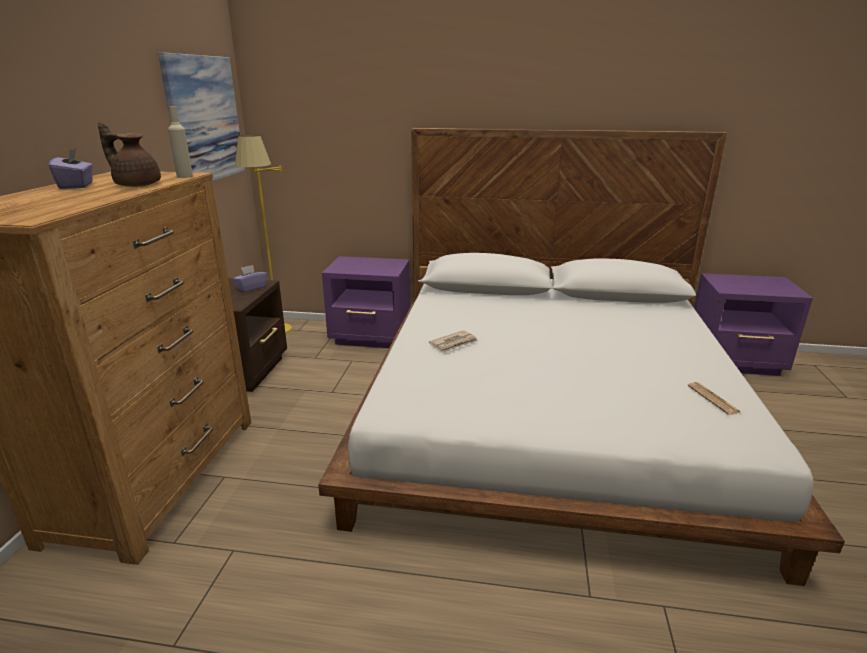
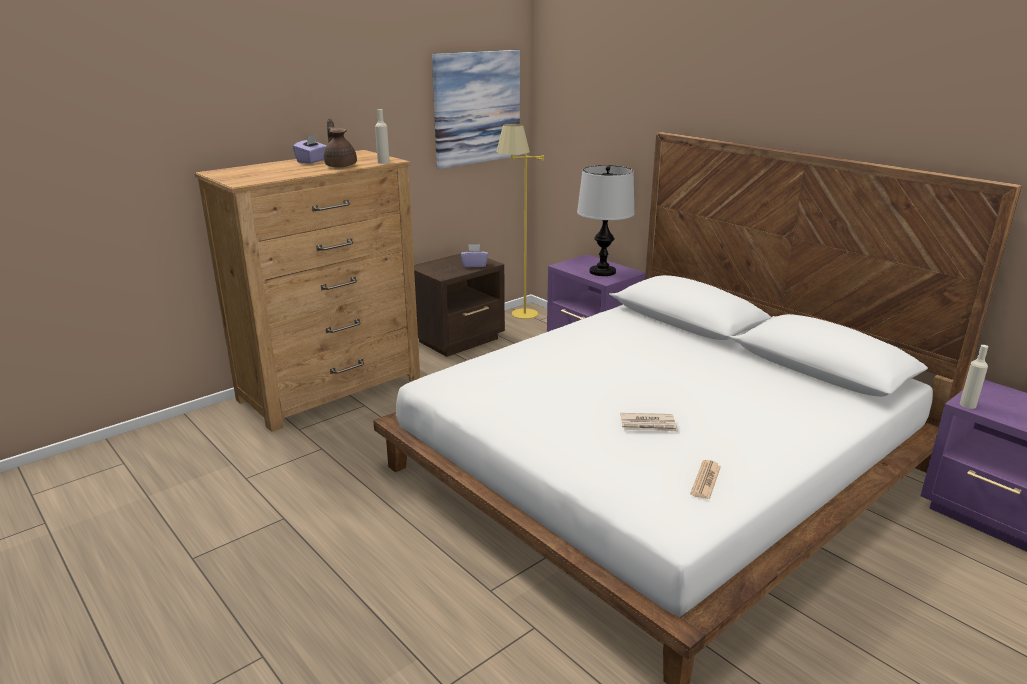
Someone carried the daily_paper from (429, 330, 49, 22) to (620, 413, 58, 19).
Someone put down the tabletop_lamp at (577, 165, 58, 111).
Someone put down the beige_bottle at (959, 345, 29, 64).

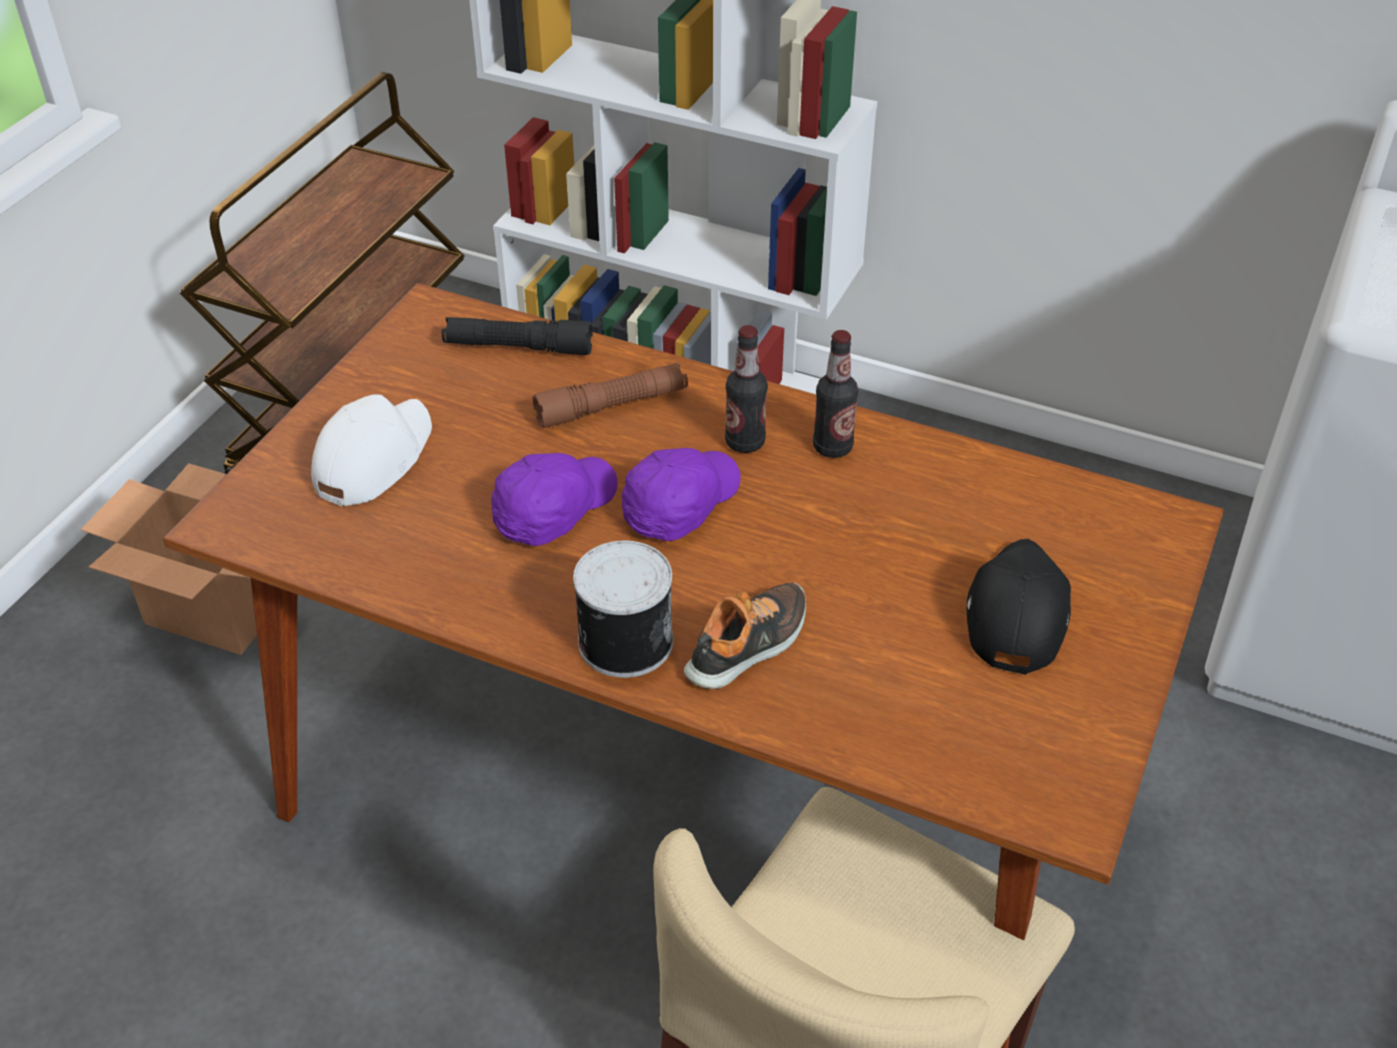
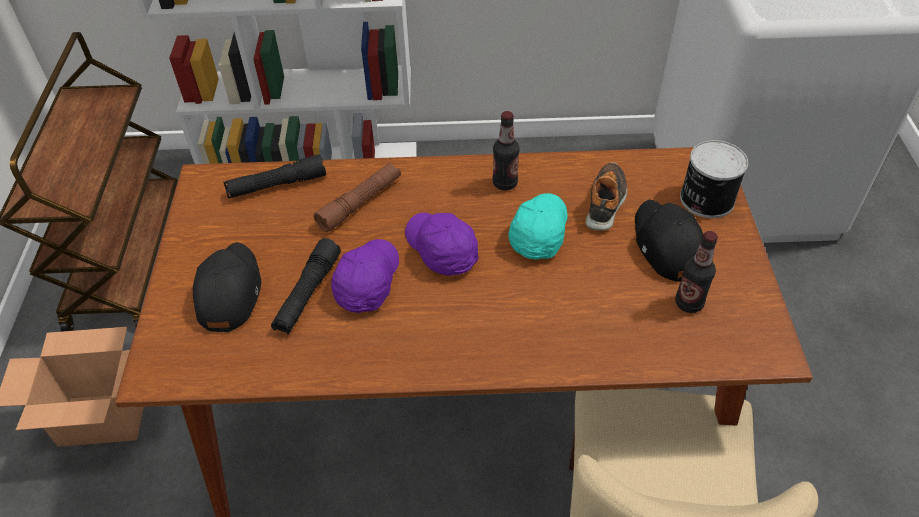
Someone repainted the white_peaked_cap at (311, 394, 121, 112), which became the black_peaked_cap at (193, 242, 68, 90).
Someone carried the can from (573, 541, 100, 137) to (680, 140, 68, 78).
Someone rotated the purplish_peaked_cap at (622, 448, 119, 93) by 45 degrees counterclockwise.
Someone carried the shoe from (684, 582, 122, 107) to (585, 162, 42, 69).
Someone carried the bottle from (725, 325, 43, 128) to (675, 231, 43, 82).
Someone put down the black_hand_torch at (271, 238, 70, 96).
Someone put down the blue-green_peaked_cap at (508, 193, 59, 66).

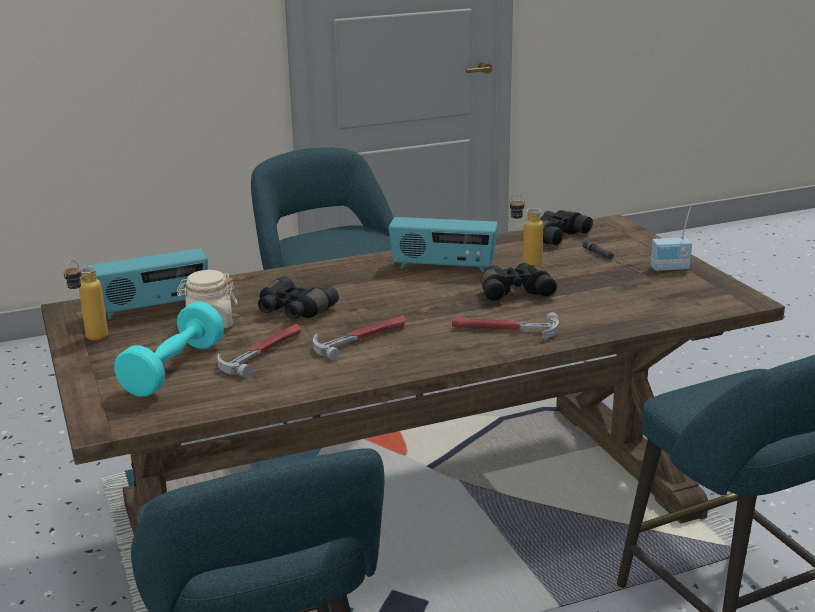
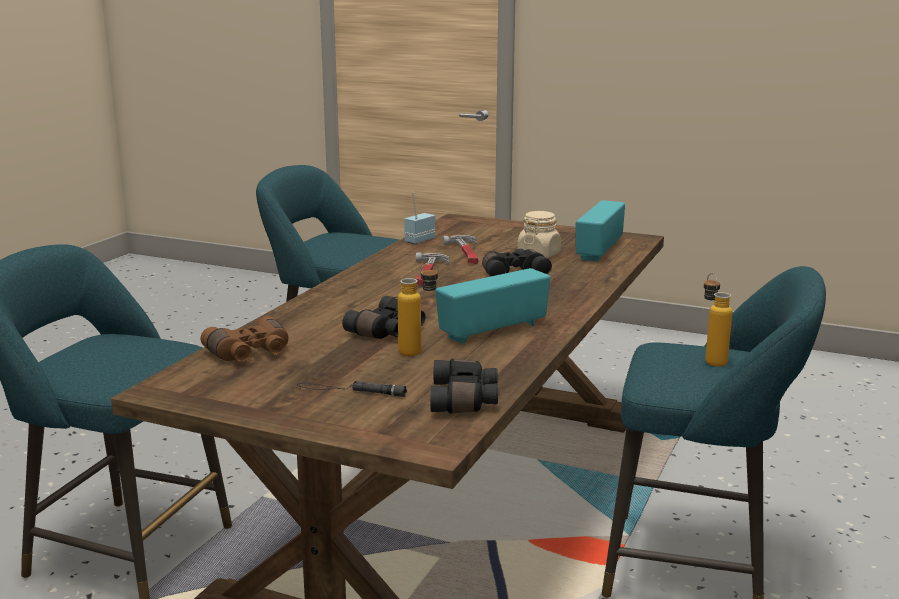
Someone carried the bottle from (64, 260, 44, 81) to (704, 273, 28, 94).
Someone took away the blue-green_free_weight at (114, 302, 110, 95).
Someone took away the hand_hammer at (452, 312, 107, 27).
Someone carried the radio from (650, 207, 42, 64) to (404, 192, 31, 52).
Someone put down the brownish_field_glasses at (201, 316, 87, 46).

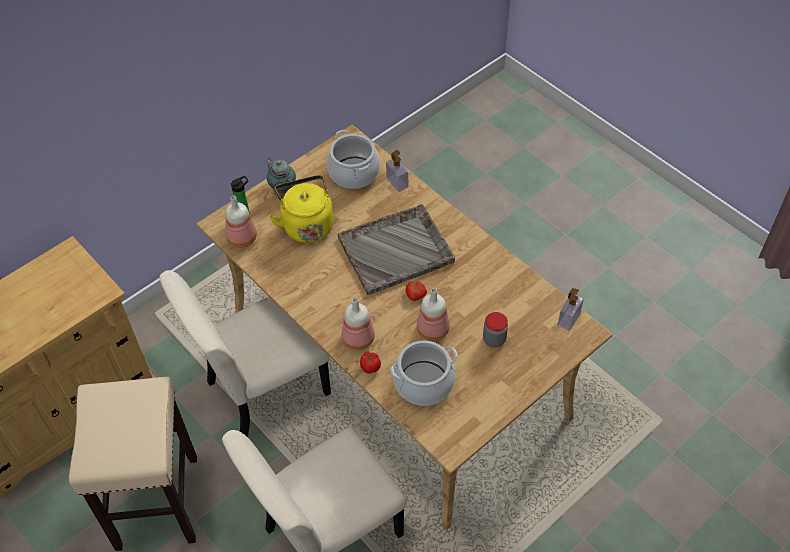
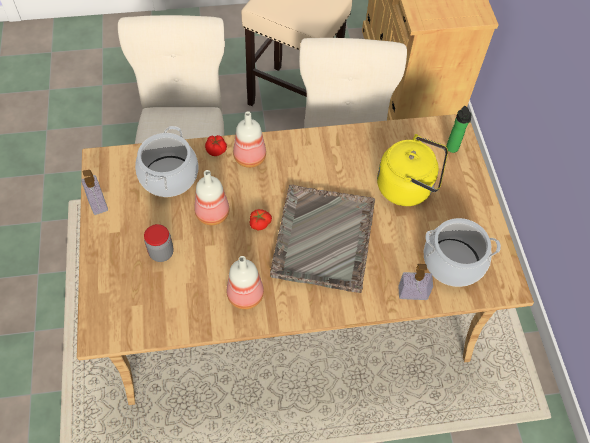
Someone carried the bottle from (225, 196, 32, 52) to (227, 256, 37, 53).
Someone took away the teapot at (265, 157, 31, 37).
Someone carried the liquid_soap_bottle from (558, 288, 26, 43) to (81, 170, 27, 45).

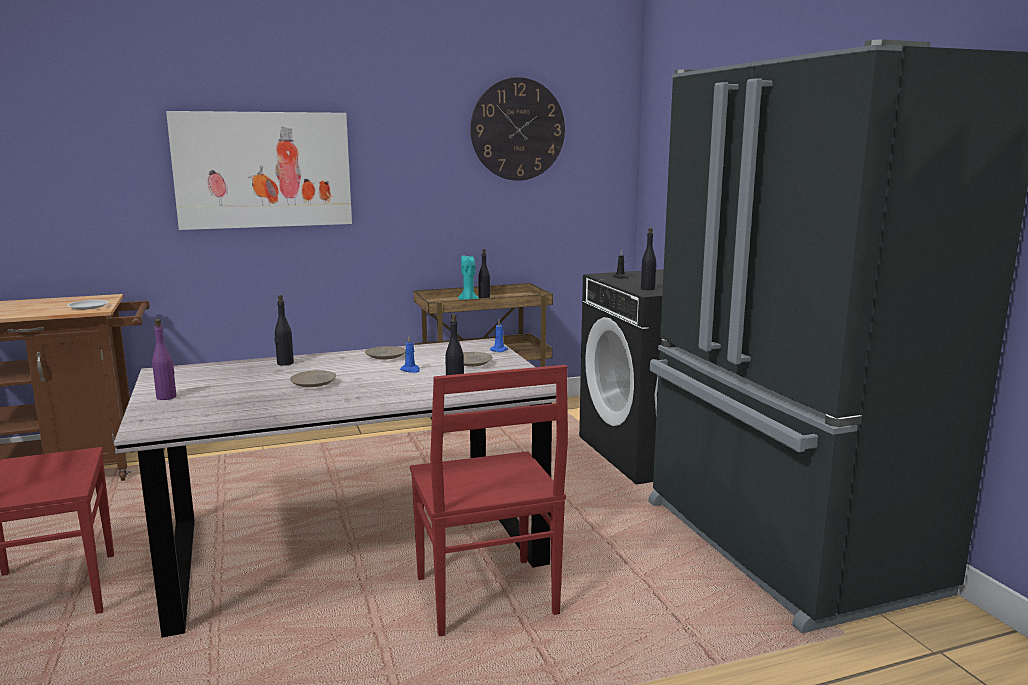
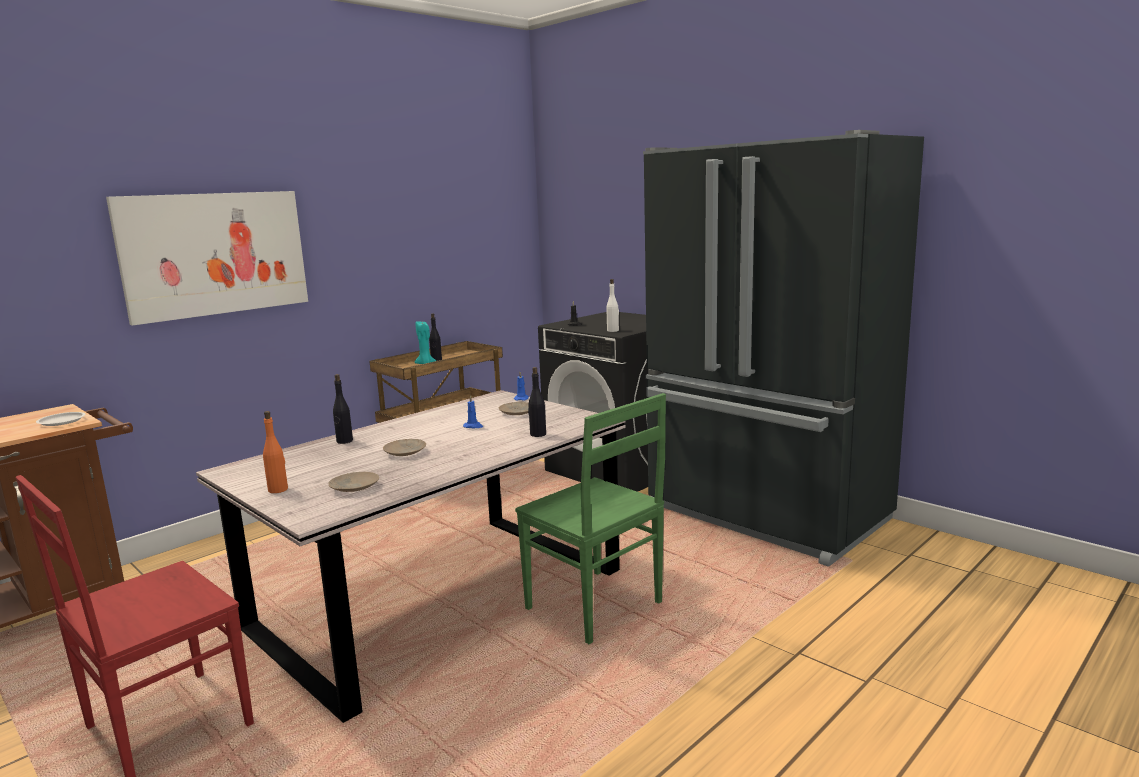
Someone repainted the purplish_bottle at (152, 319, 24, 81), which became the orange_bottle at (263, 411, 25, 82).
Someone carried the beige_plate from (365, 346, 41, 14) to (329, 472, 50, 20).
Someone repainted the red_chair at (410, 365, 158, 272), which became the green_chair at (515, 393, 151, 251).
Someone took away the wall_clock at (470, 77, 95, 104).
Someone repainted the black_bottle at (641, 228, 15, 62), which became the white_bottle at (606, 279, 13, 53).

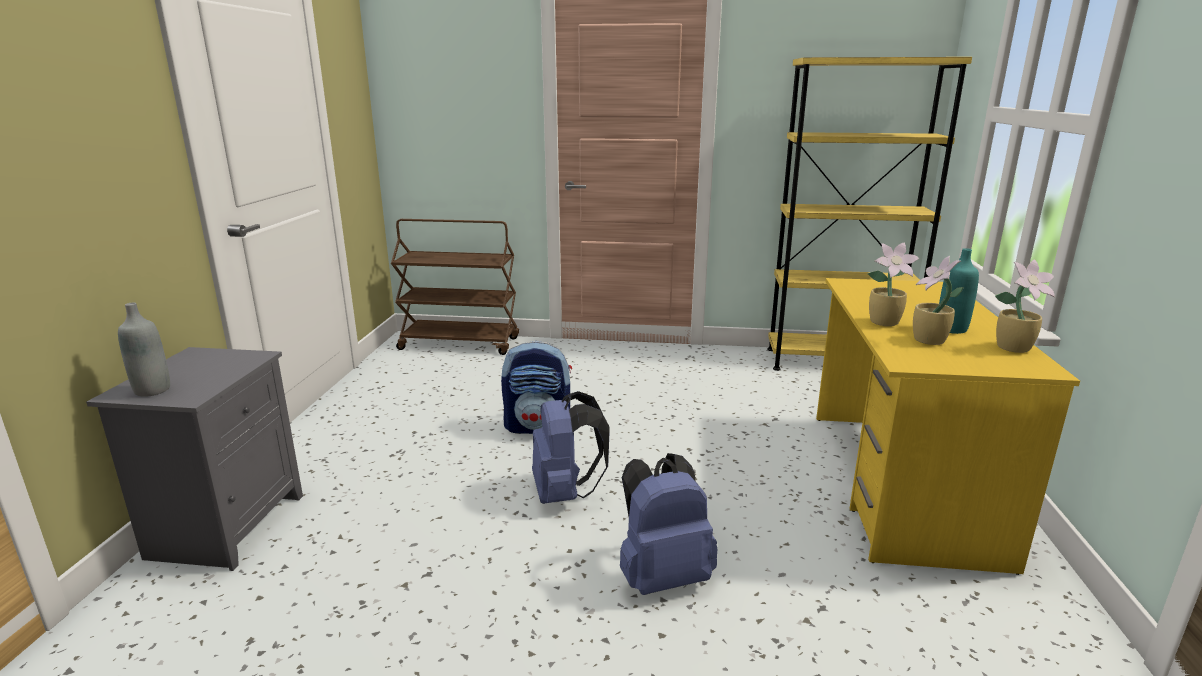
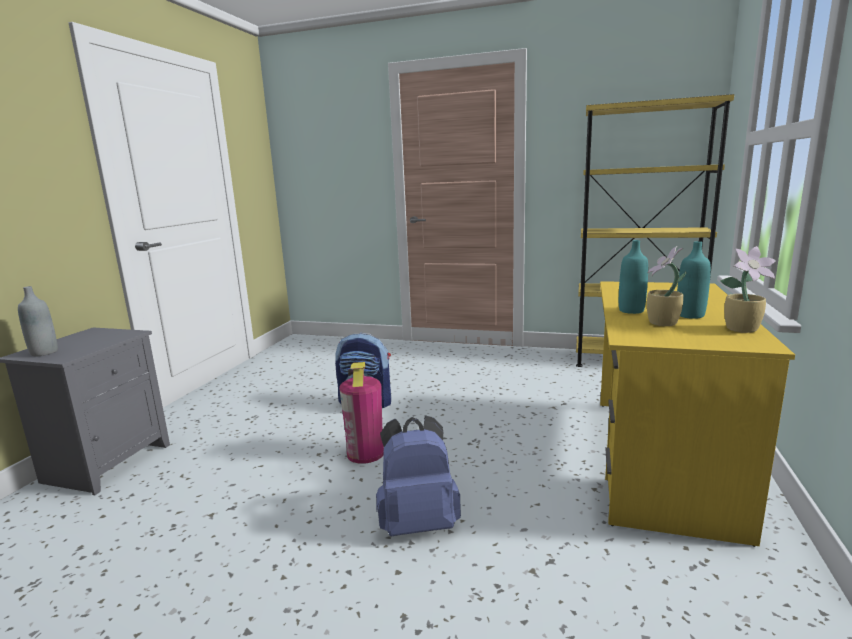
Someone took away the brownish_wheeled_cart at (391, 219, 128, 136).
Someone swapped the blue_rucksack at (532, 391, 77, 113) for the extinguisher at (339, 362, 45, 102).
Someone swapped the houseplant at (867, 242, 53, 84) for the blue-green_bottle at (619, 240, 29, 74).

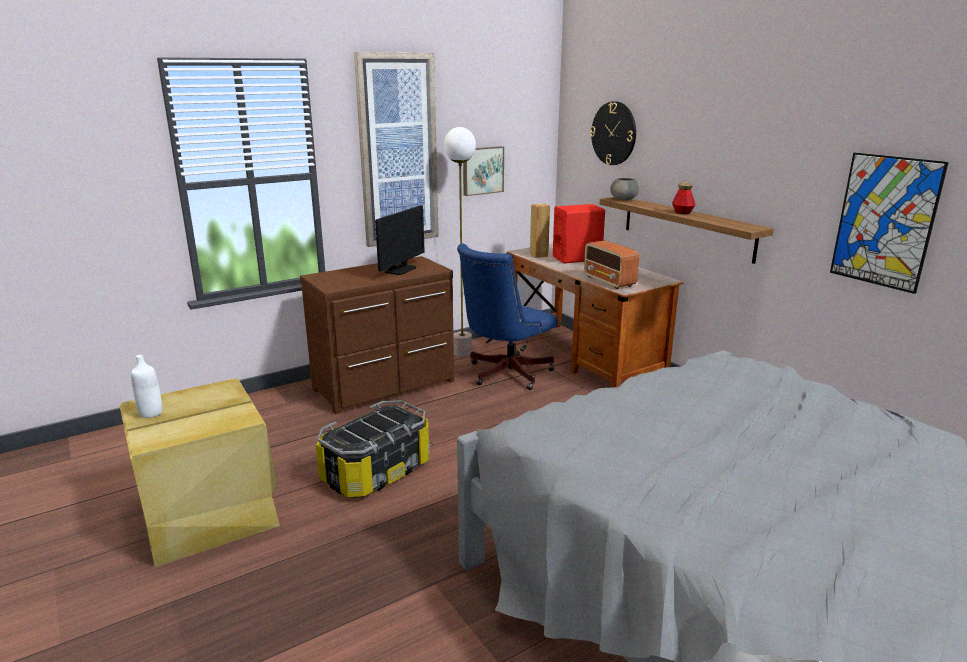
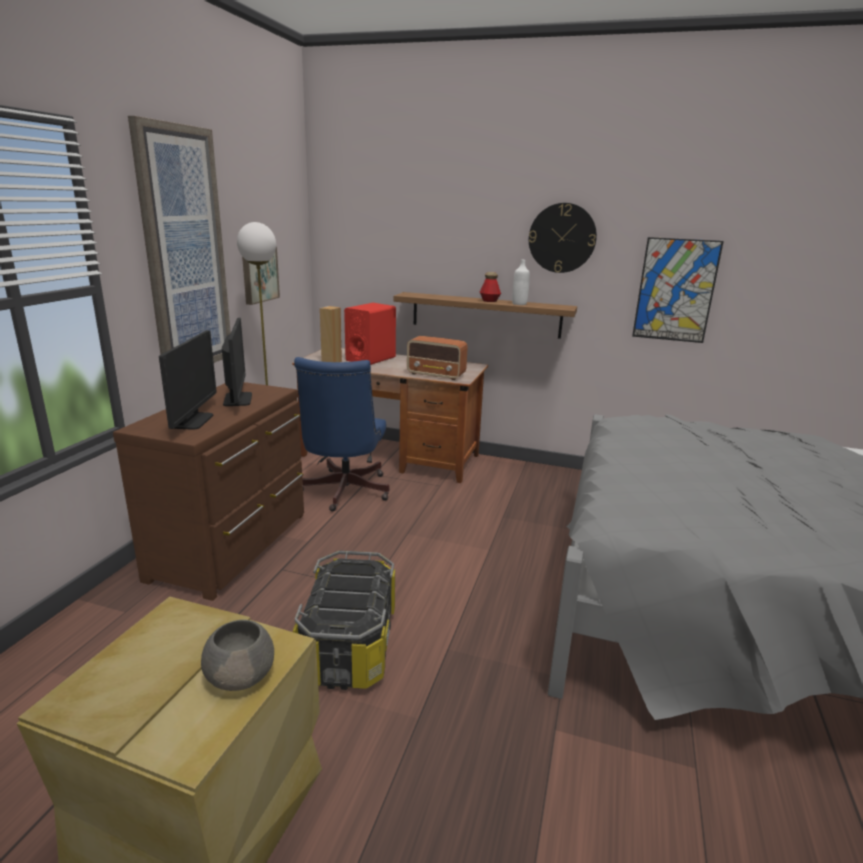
Someone carried the white_bottle from (131, 355, 31, 63) to (512, 260, 18, 45).
Someone carried the wall_clock from (590, 101, 46, 64) to (529, 203, 68, 70).
Someone carried the greyish_deep_dish from (610, 178, 29, 23) to (201, 620, 73, 71).
Someone put down the computer_screen at (159, 330, 58, 100).

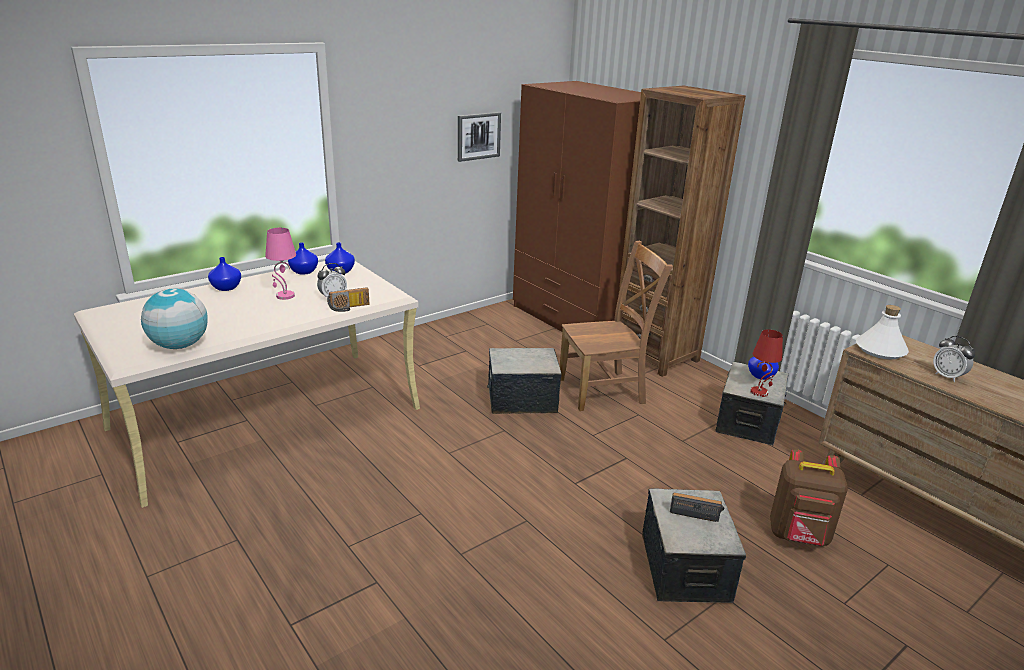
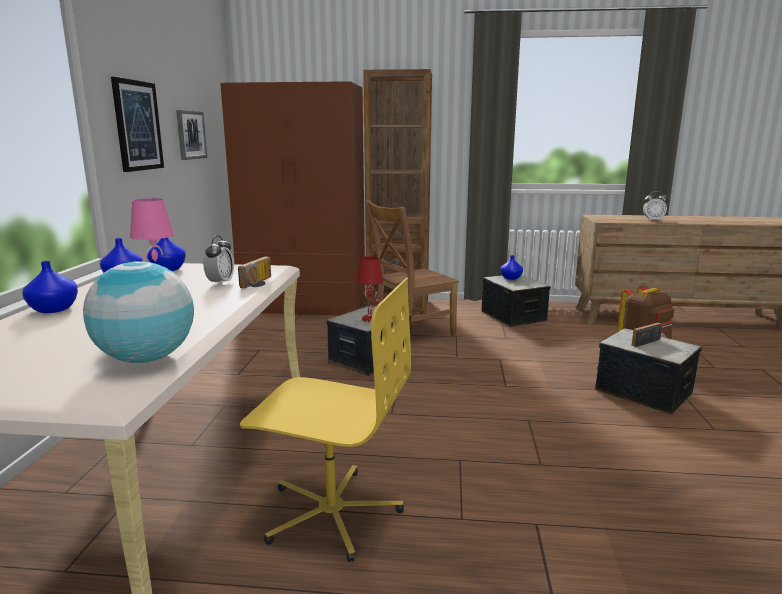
Someone rotated the brownish_chair at (560, 241, 113, 170) by 150 degrees counterclockwise.
Someone carried the red_tabletop_lamp from (751, 329, 32, 68) to (356, 256, 27, 66).
Someone took away the white_bottle at (856, 305, 53, 55).
Someone put up the wall_picture at (111, 77, 53, 95).
Someone put down the yellow-coloured_office_chair at (240, 278, 171, 284).

